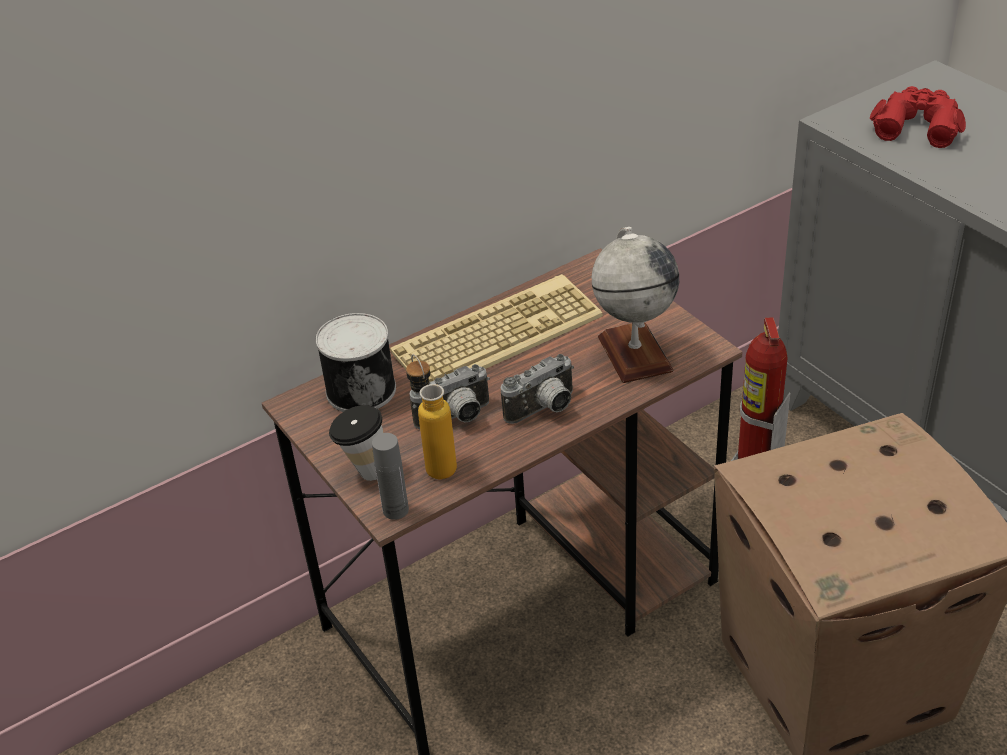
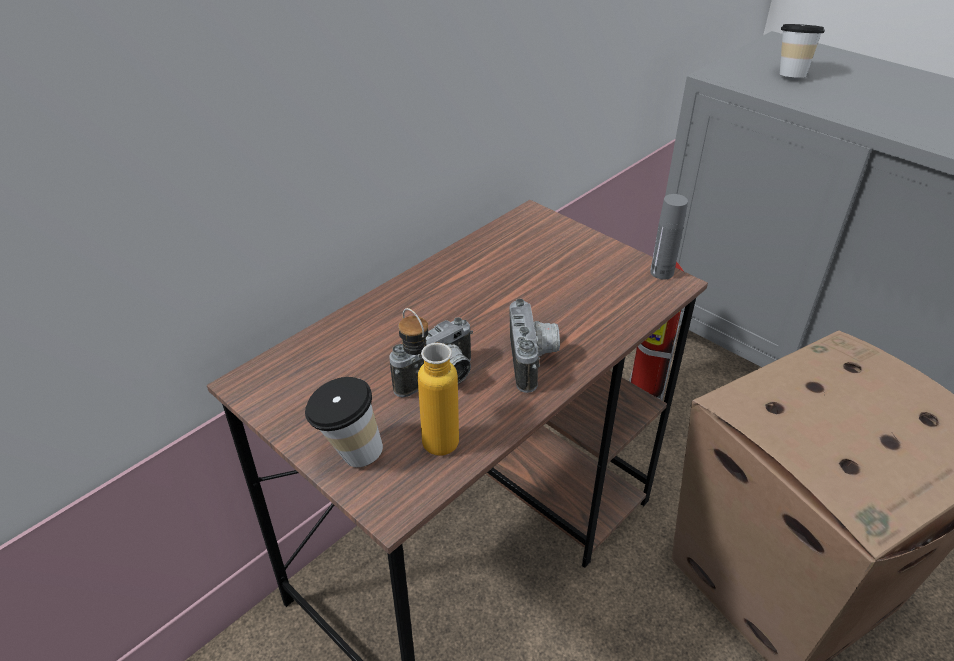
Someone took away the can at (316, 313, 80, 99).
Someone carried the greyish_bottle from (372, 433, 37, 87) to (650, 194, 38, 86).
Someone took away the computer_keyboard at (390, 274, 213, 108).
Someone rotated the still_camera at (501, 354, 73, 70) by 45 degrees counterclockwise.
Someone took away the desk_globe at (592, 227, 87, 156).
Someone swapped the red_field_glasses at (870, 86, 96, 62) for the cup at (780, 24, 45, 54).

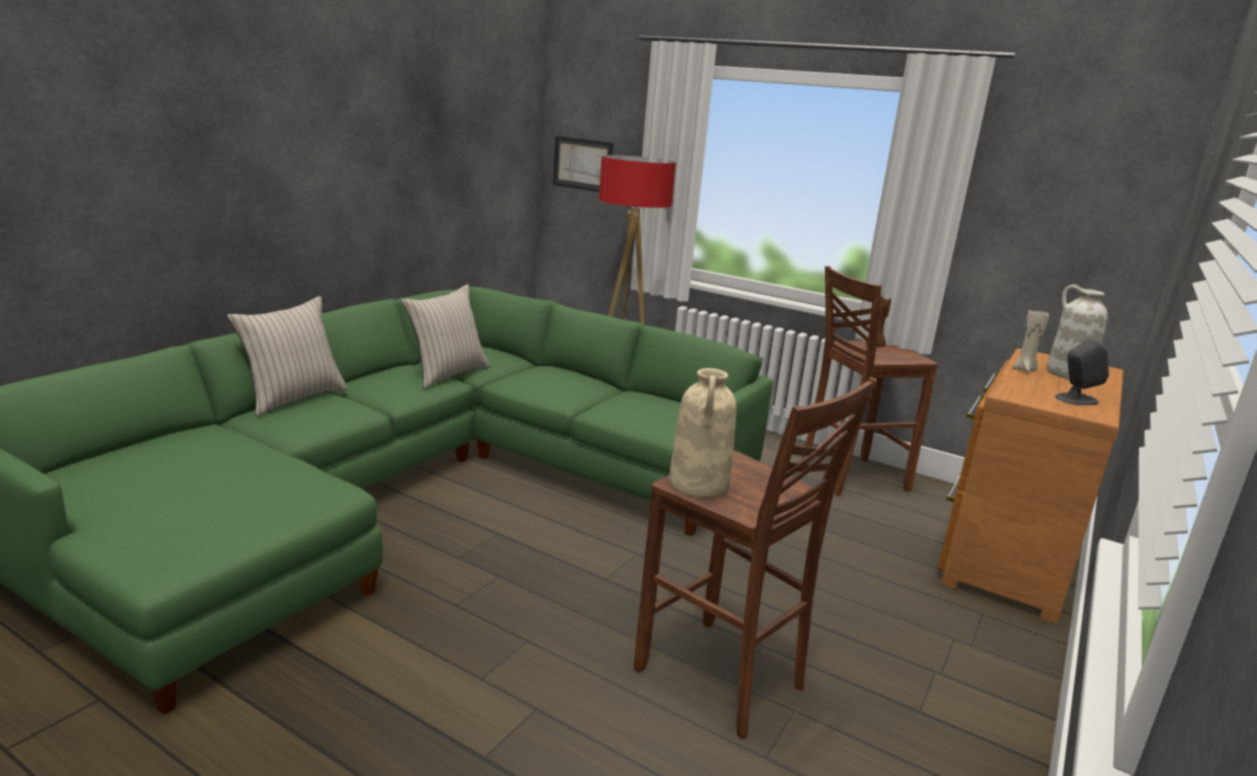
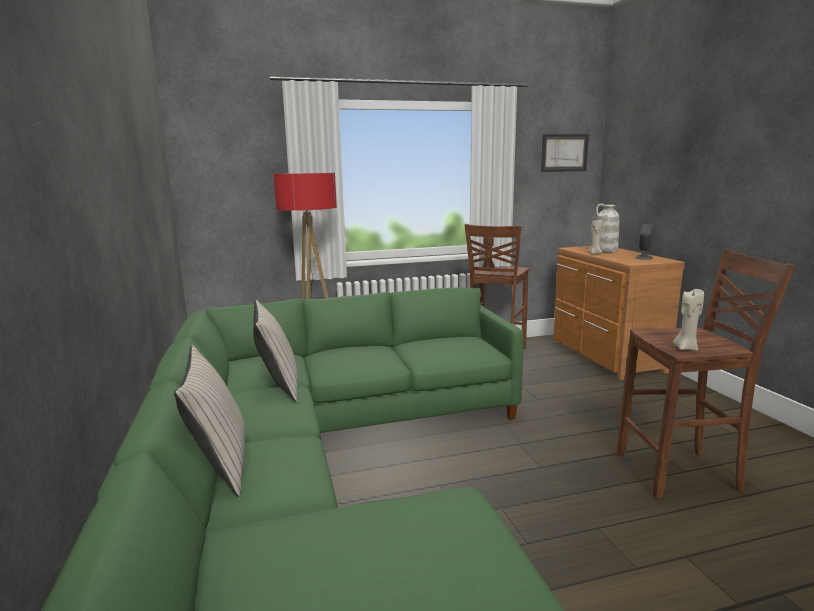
Someone carried the wall_picture from (553, 136, 61, 56) to (541, 134, 48, 38).
Someone swapped the beige_decorative_vase at (669, 368, 68, 131) for the beige_wax_light at (673, 289, 31, 62).

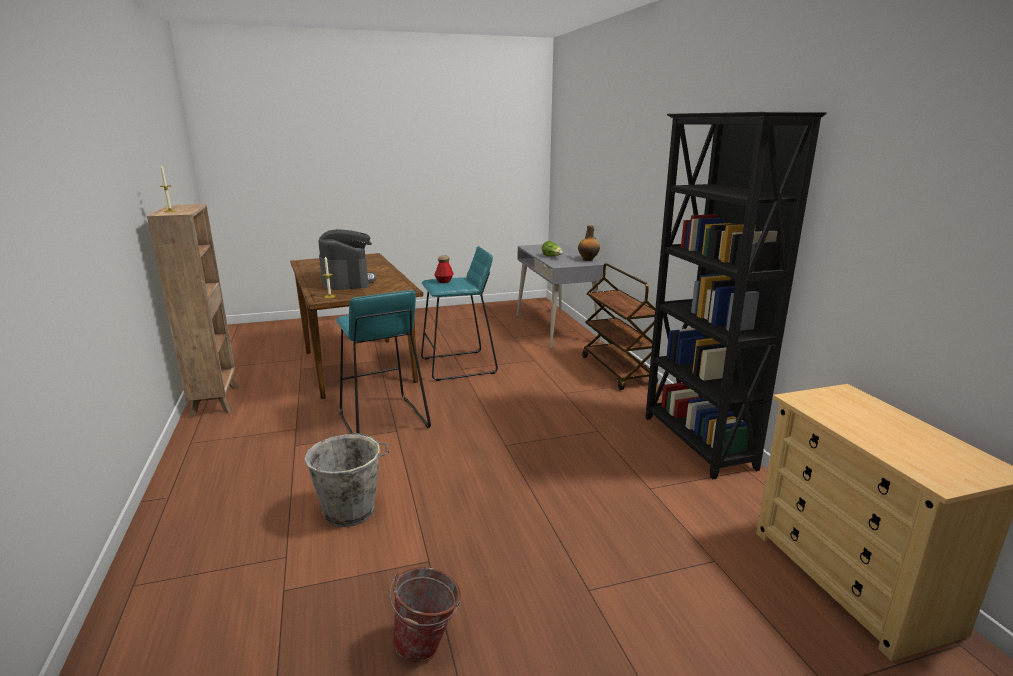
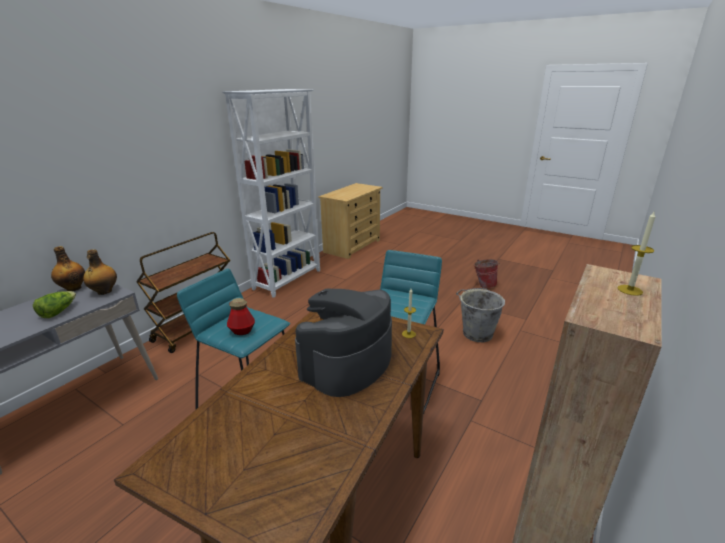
Someone repainted the black_bookshelf at (645, 112, 182, 367), which became the white_bookshelf at (223, 89, 97, 209).
Someone put down the bottle at (83, 249, 34, 46).

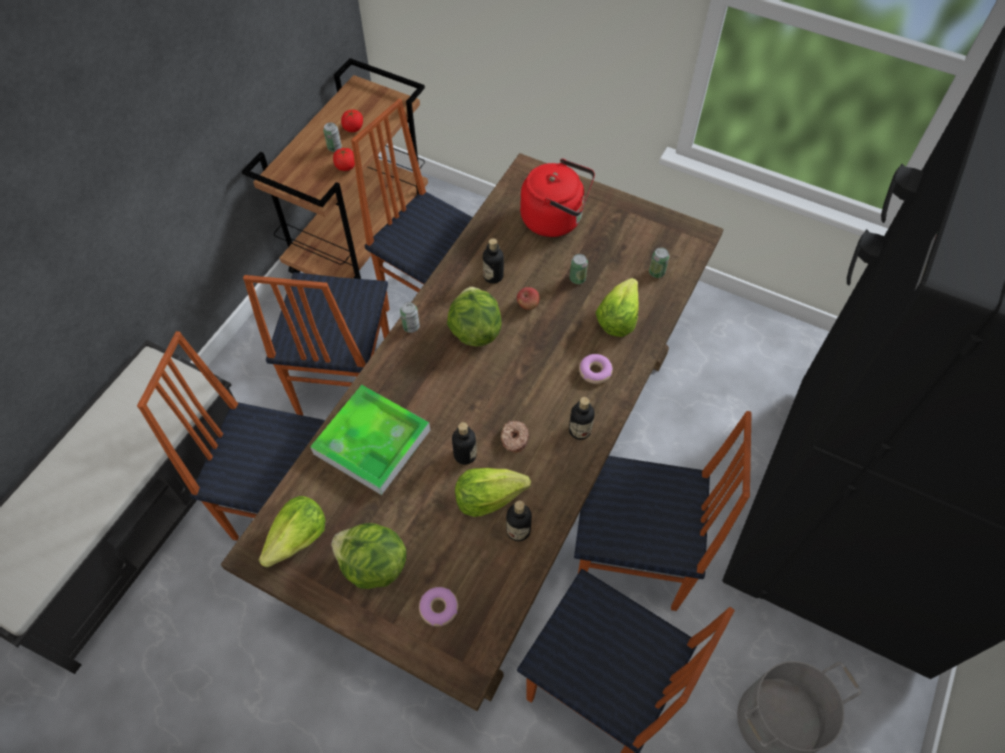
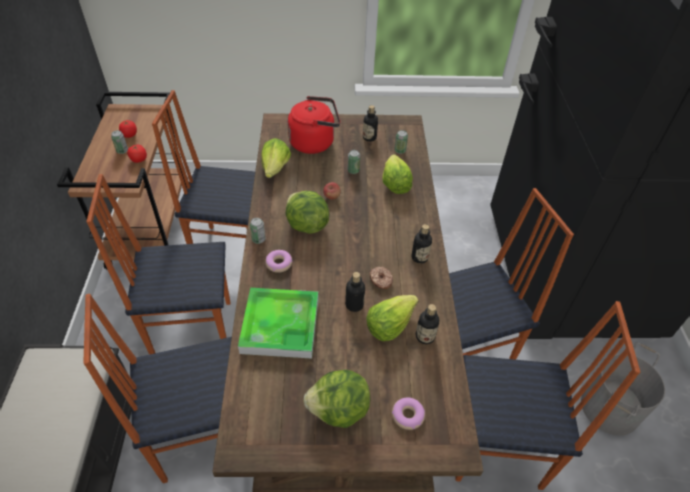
Someone rotated the chair at (243, 272, 146, 144) by 105 degrees clockwise.
Someone carried the lettuce_head from (259, 496, 66, 72) to (261, 138, 30, 40).
Someone carried the bottle from (483, 238, 21, 46) to (363, 105, 15, 37).
Someone carried the ring_doughnut from (579, 354, 34, 30) to (265, 250, 28, 23).

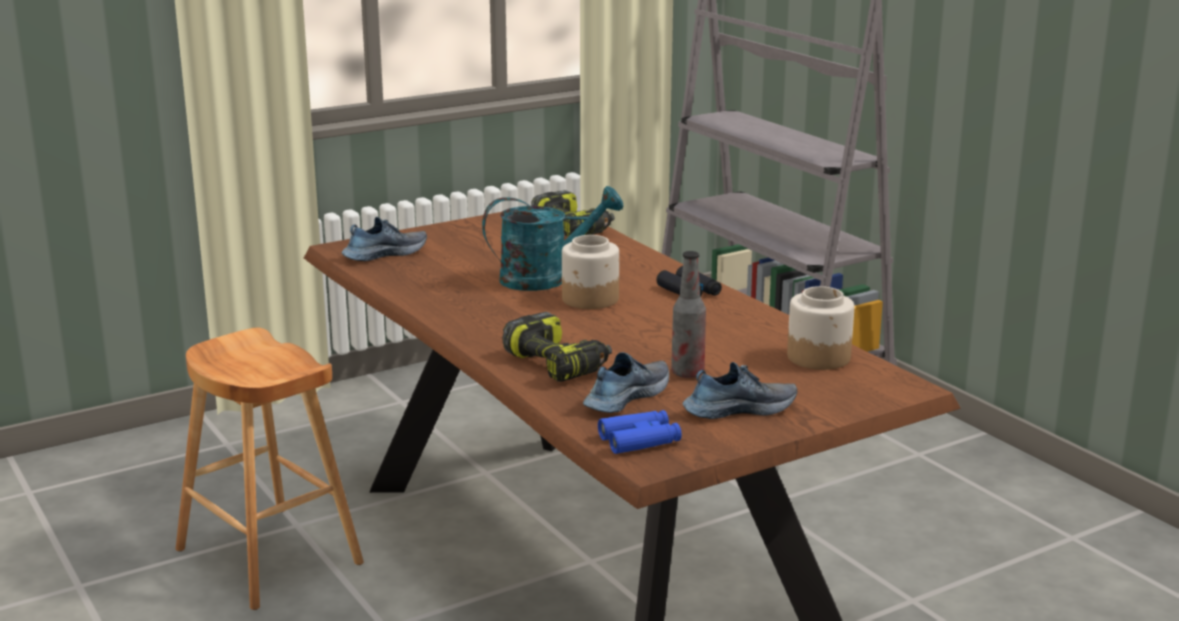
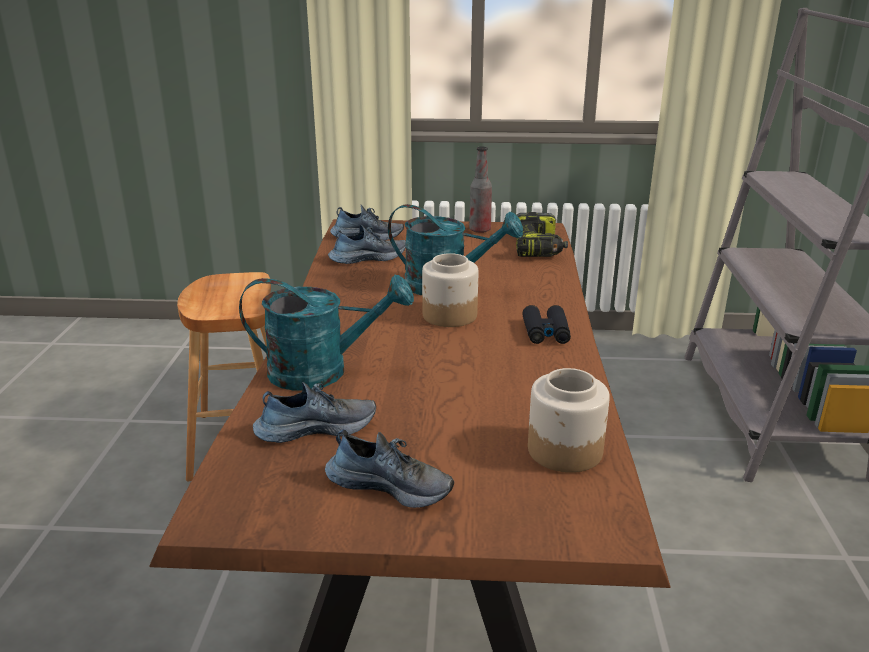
Someone swapped the electric_drill at (503, 312, 109, 70) for the blue-green_watering_can at (239, 275, 175, 116).
Someone took away the blue_field_glasses at (598, 410, 84, 44).
Someone carried the bottle from (671, 251, 35, 127) to (469, 147, 23, 86).
Someone put down the shoe at (328, 225, 78, 39).

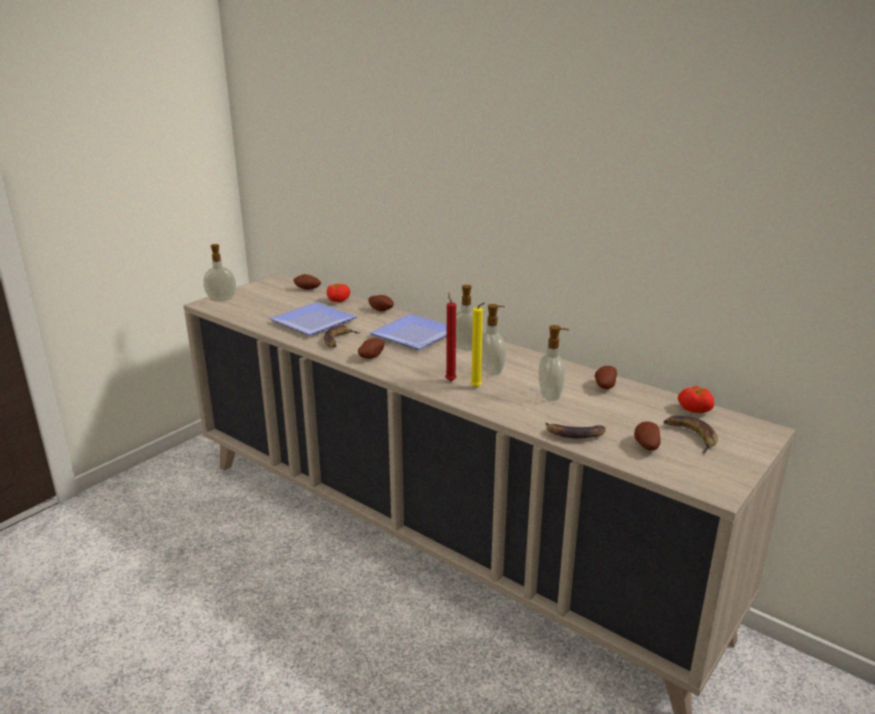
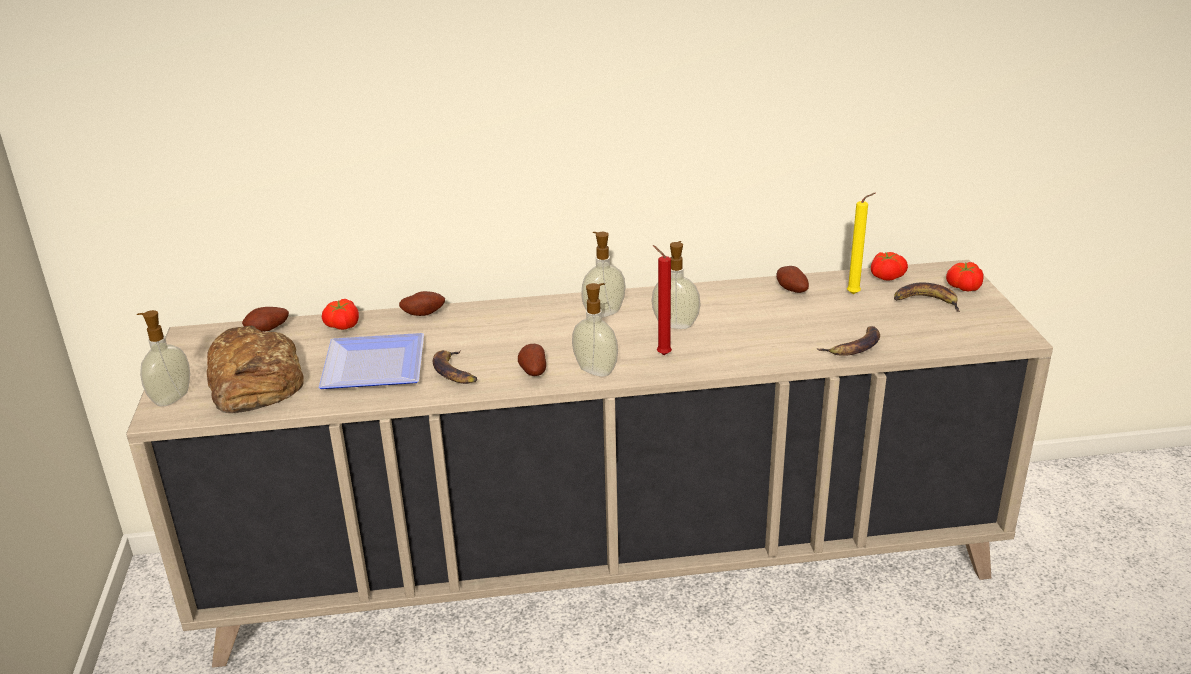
Someone took away the plate at (369, 314, 78, 36).
Someone carried the yellow-coloured_wax_light from (471, 302, 14, 85) to (847, 193, 28, 101).
Someone carried the liquid_soap_bottle from (539, 325, 30, 76) to (572, 283, 46, 94).
Someone took away the whole_potato at (634, 421, 27, 30).
Someone put down the baked_bread at (207, 326, 97, 87).
Someone put down the whole_tomato at (946, 262, 37, 29).

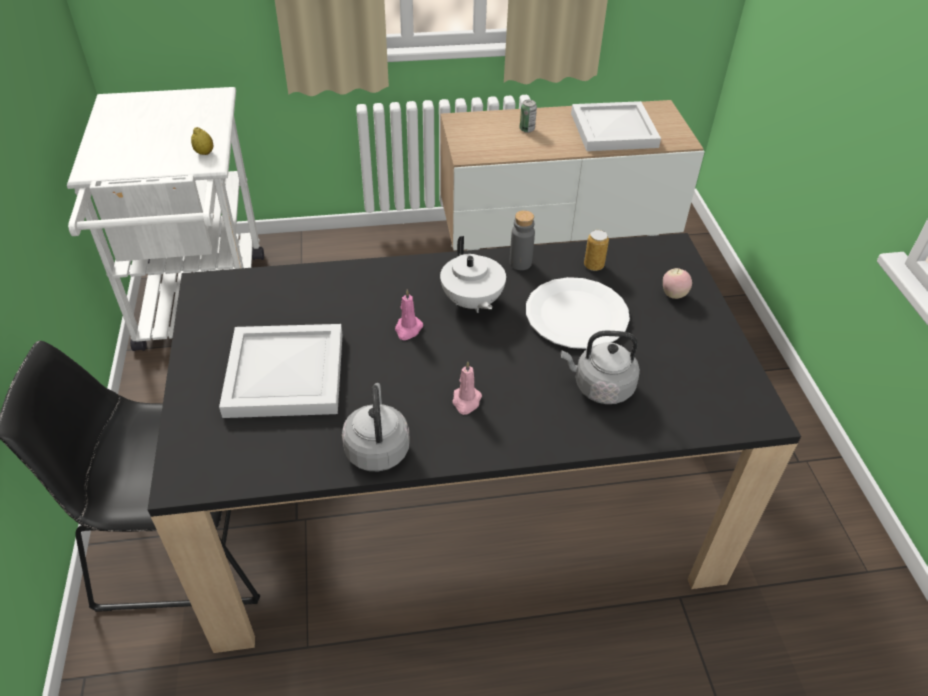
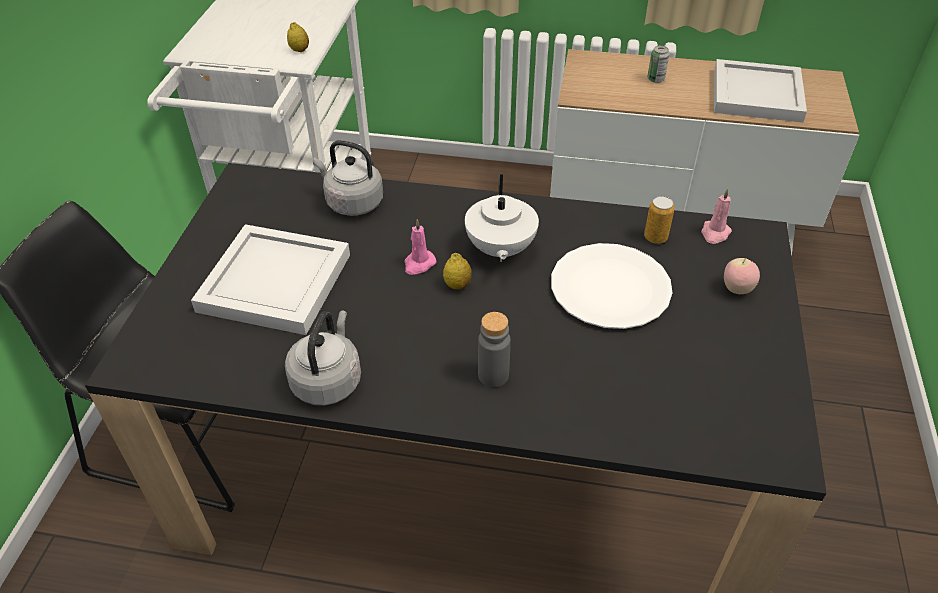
Someone carried the pinkish_wax_light from (453, 361, 29, 54) to (701, 188, 31, 56).
Someone carried the greyish_bottle from (509, 210, 26, 60) to (478, 312, 33, 75).
Someone carried the greyish_tea_kettle from (561, 331, 79, 73) to (313, 140, 70, 76).
Someone put down the whole_lemon at (443, 253, 29, 37).

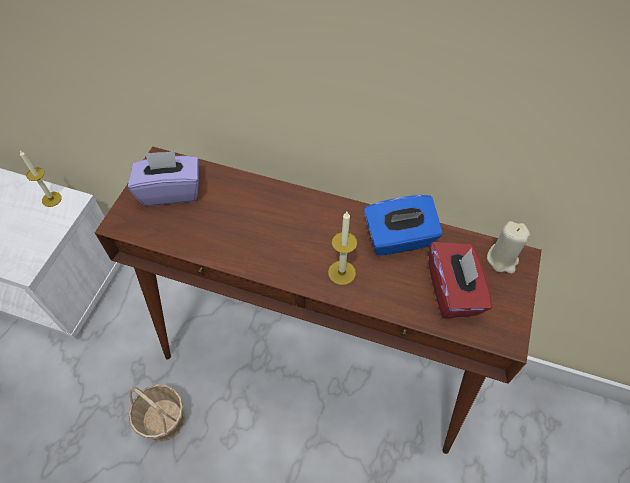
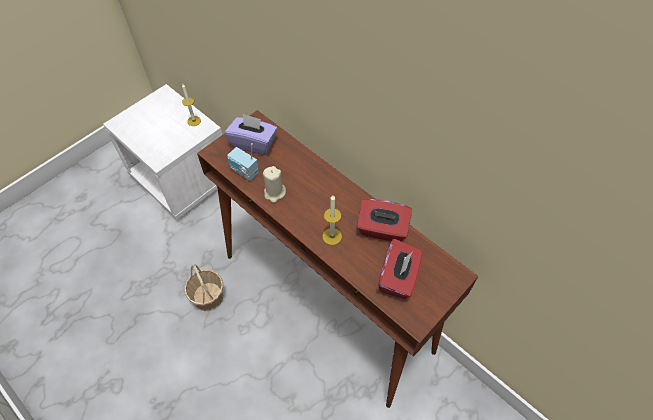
Someone repainted the blue_tissue_box at (364, 195, 79, 61), which became the red_tissue_box at (357, 199, 55, 42).
Someone carried the beige_wax_light from (487, 221, 43, 53) to (263, 166, 23, 37).
Someone put down the radio at (227, 143, 32, 38).

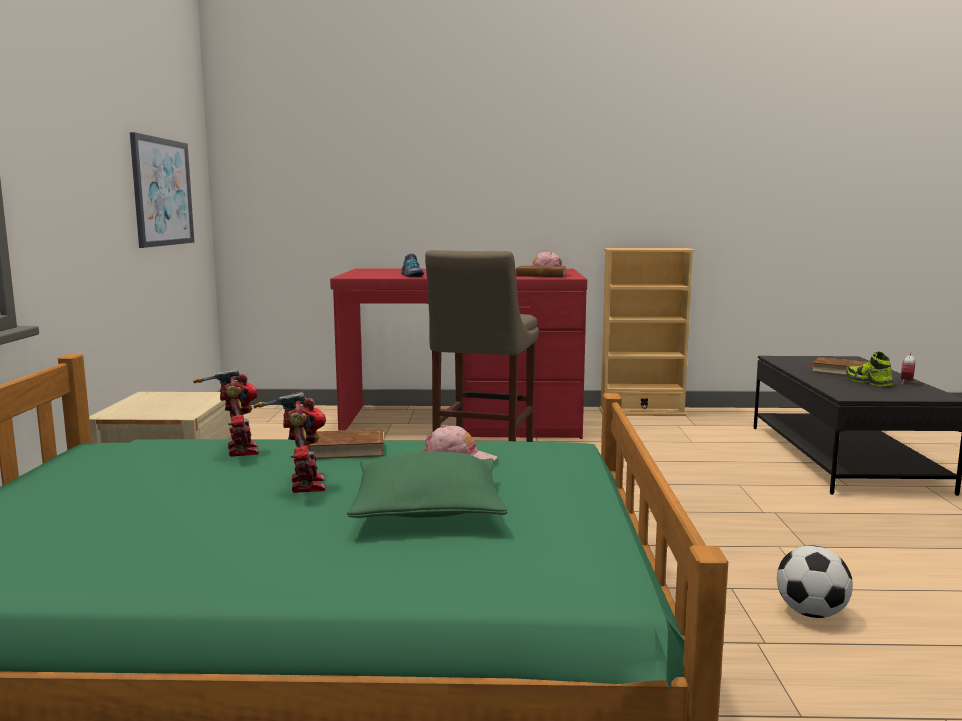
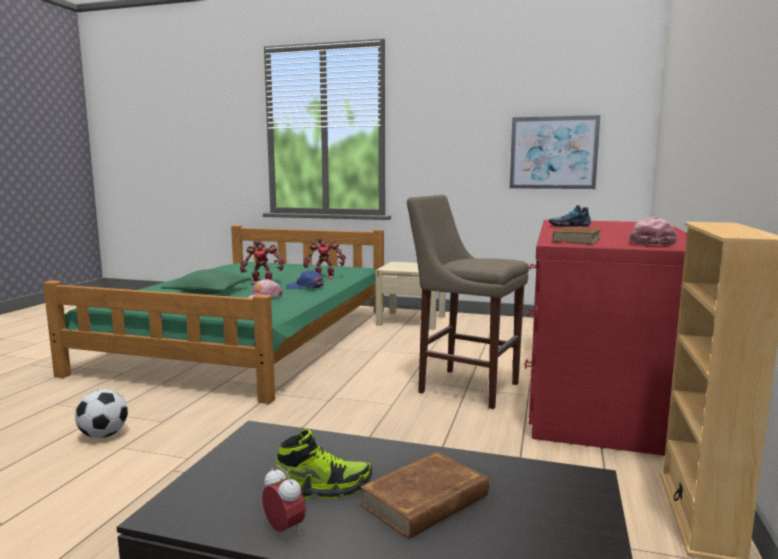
Someone swapped the brownish_volume at (309, 429, 75, 30) for the blue_peaked_cap at (286, 270, 38, 19).

